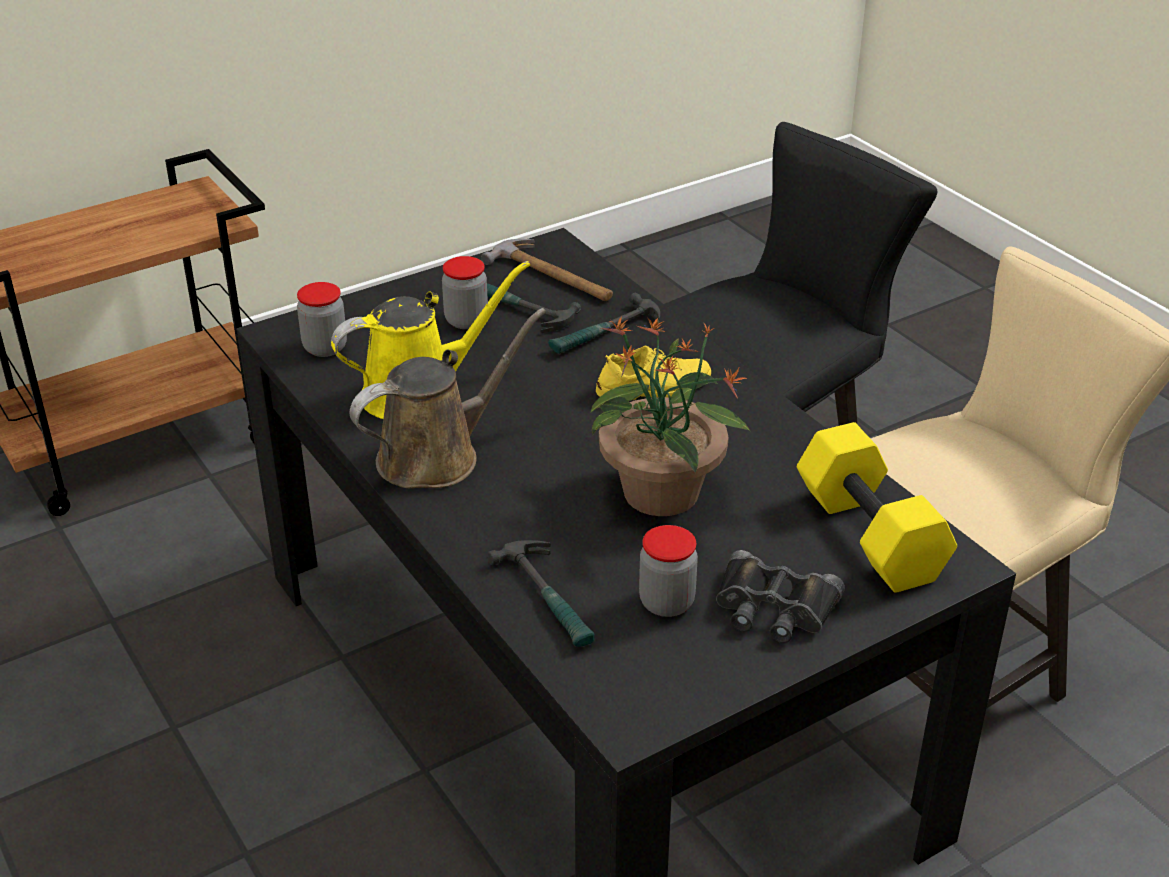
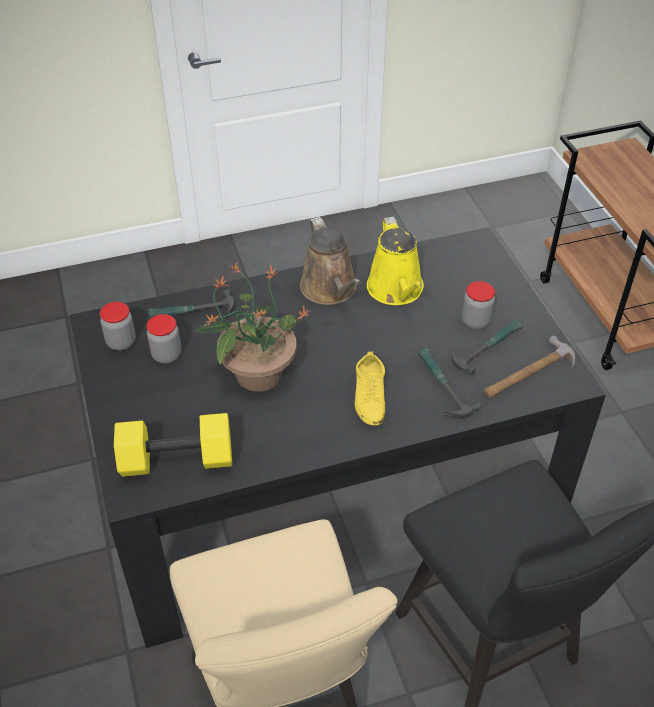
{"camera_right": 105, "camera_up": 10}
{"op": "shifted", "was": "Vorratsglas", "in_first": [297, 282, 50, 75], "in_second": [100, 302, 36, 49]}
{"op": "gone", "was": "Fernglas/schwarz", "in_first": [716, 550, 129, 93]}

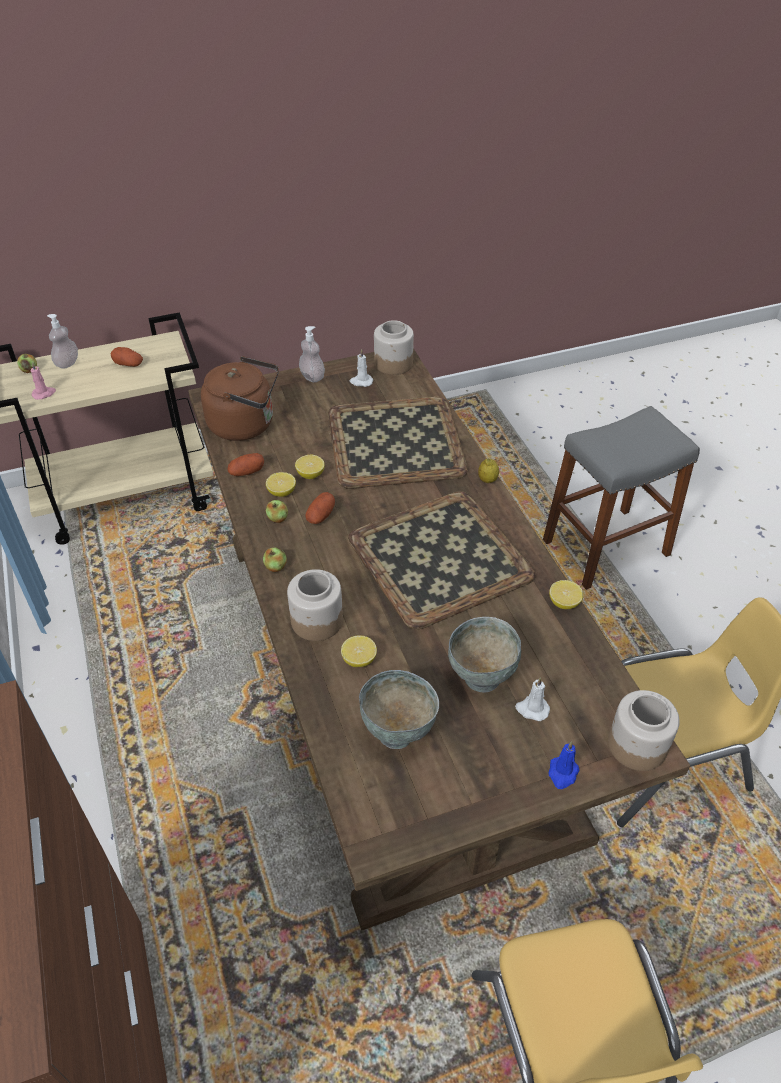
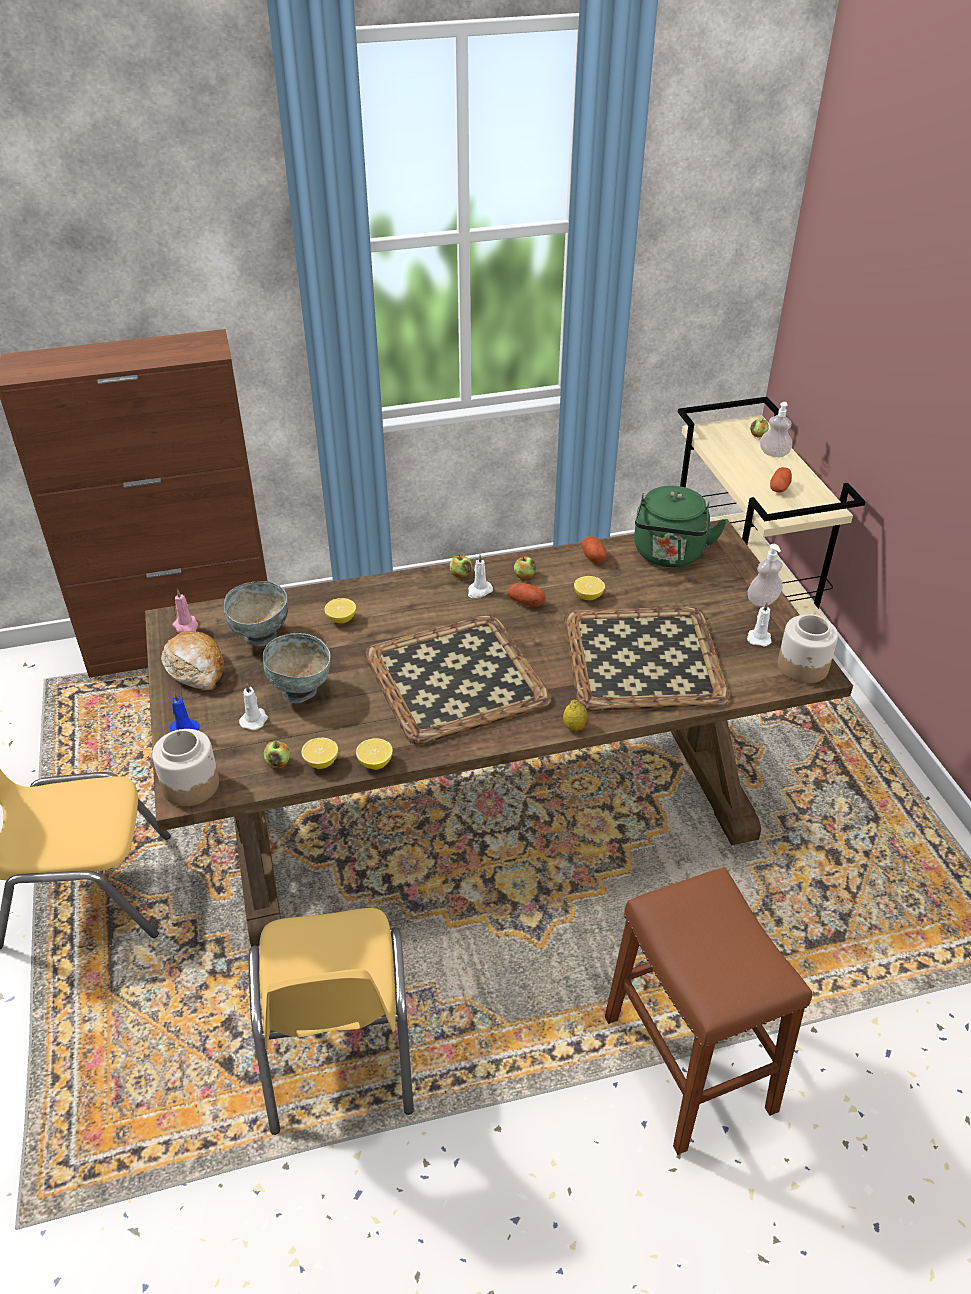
{"camera_right": 95, "camera_up": -5}
{"op": "new", "now": "Brot", "in_second": [161, 631, 63, 59]}
{"op": "shifted", "was": "Kerze/rosa", "in_first": [31, 362, 25, 38], "in_second": [172, 589, 26, 44]}
{"op": "new", "now": "Apfel", "in_second": [264, 741, 26, 27]}
{"op": "shifted", "was": "Zitrone", "in_first": [266, 472, 30, 25], "in_second": [301, 738, 37, 31]}
{"op": "new", "now": "Kerze/weiß", "in_second": [468, 555, 25, 43]}
{"op": "repainted", "was": "Hocker/grau", "now": "Hocker/braun", "in_first": [543, 406, 157, 184], "in_second": [605, 867, 207, 288]}
{"op": "repainted", "was": "Wasserkessel/braun", "now": "Wasserkessel/grün", "in_first": [201, 356, 78, 85], "in_second": [634, 486, 93, 81]}
{"op": "gone", "was": "Vorratsglas", "in_first": [287, 569, 56, 72]}

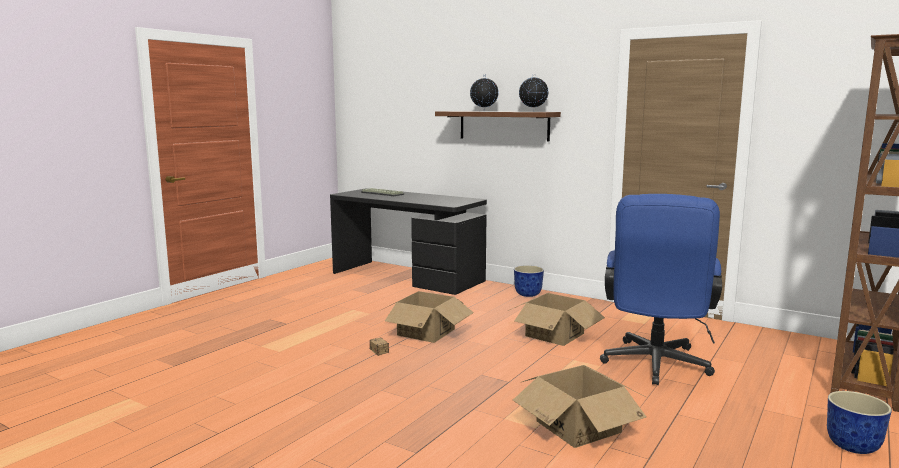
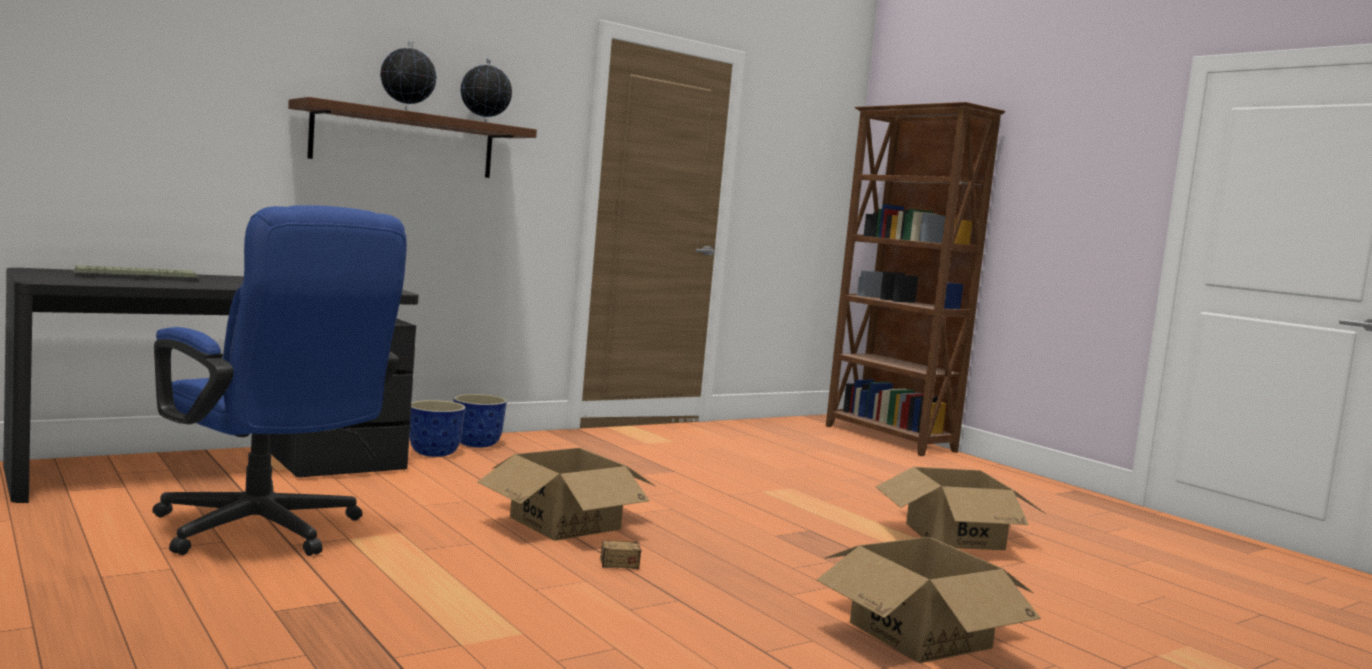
{"camera_right": -70, "camera_up": -5}
{"op": "shifted", "was": "Bürostuhl/blau", "in_first": [600, 194, 122, 191], "in_second": [153, 205, 254, 351]}
{"op": "shifted", "was": "Pflanzkübel", "in_first": [827, 391, 65, 63], "in_second": [409, 400, 56, 57]}
{"op": "shifted", "was": "Karton", "in_first": [508, 293, 97, 53], "in_second": [817, 537, 224, 126]}

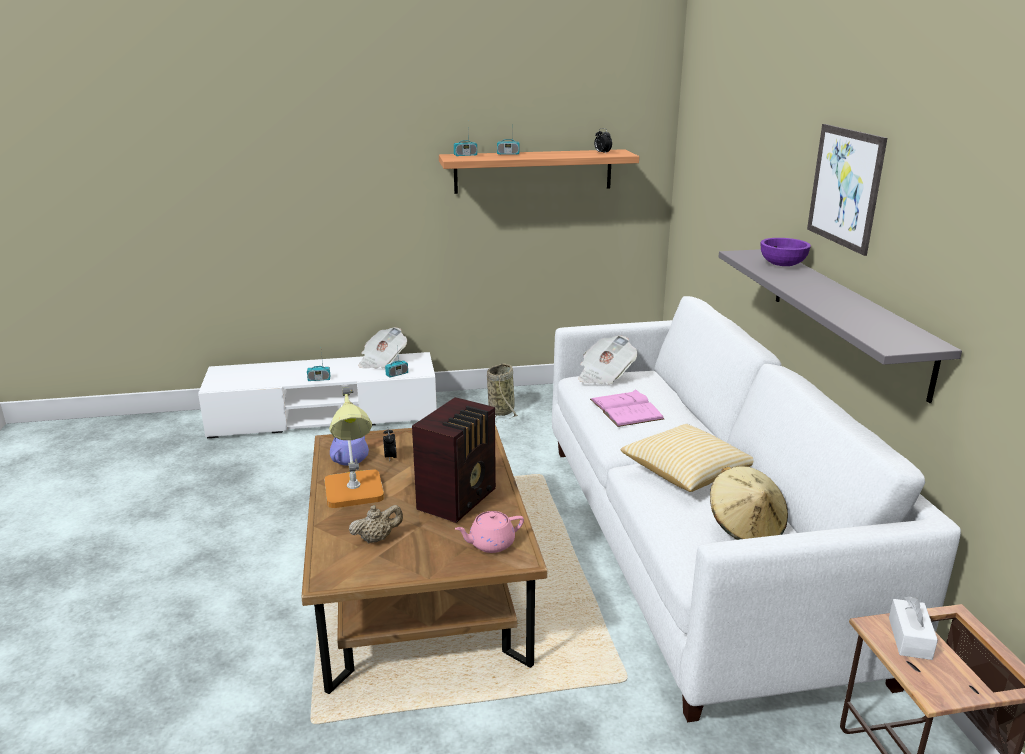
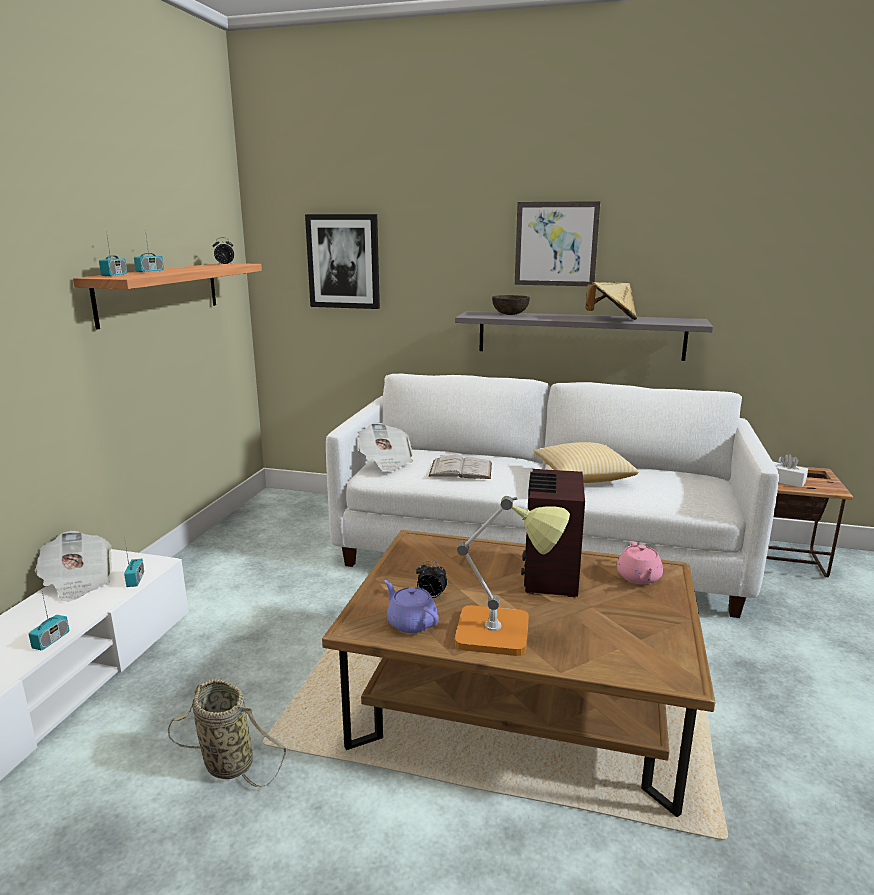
{"camera_right": -65, "camera_up": -5}
{"op": "shifted", "was": "Korb", "in_first": [487, 363, 31, 59], "in_second": [168, 679, 120, 108]}
{"op": "new", "now": "Bild", "in_second": [305, 214, 75, 95]}
{"op": "repainted", "was": "Buch/rosa", "now": "Buch/weiß", "in_first": [590, 389, 74, 38], "in_second": [429, 455, 63, 24]}
{"op": "repainted", "was": "Schüssel/lila", "now": "Schüssel/braun", "in_first": [761, 238, 50, 28], "in_second": [492, 295, 38, 20]}
{"op": "rotated", "was": "Radio", "in_first": [412, 397, 84, 126], "in_second": [521, 469, 64, 128], "clockwise": -135}
{"op": "shifted", "was": "Hut/beige", "in_first": [710, 466, 78, 74], "in_second": [586, 282, 51, 38]}
{"op": "gone", "was": "Teekanne/beige", "in_first": [349, 505, 54, 38]}

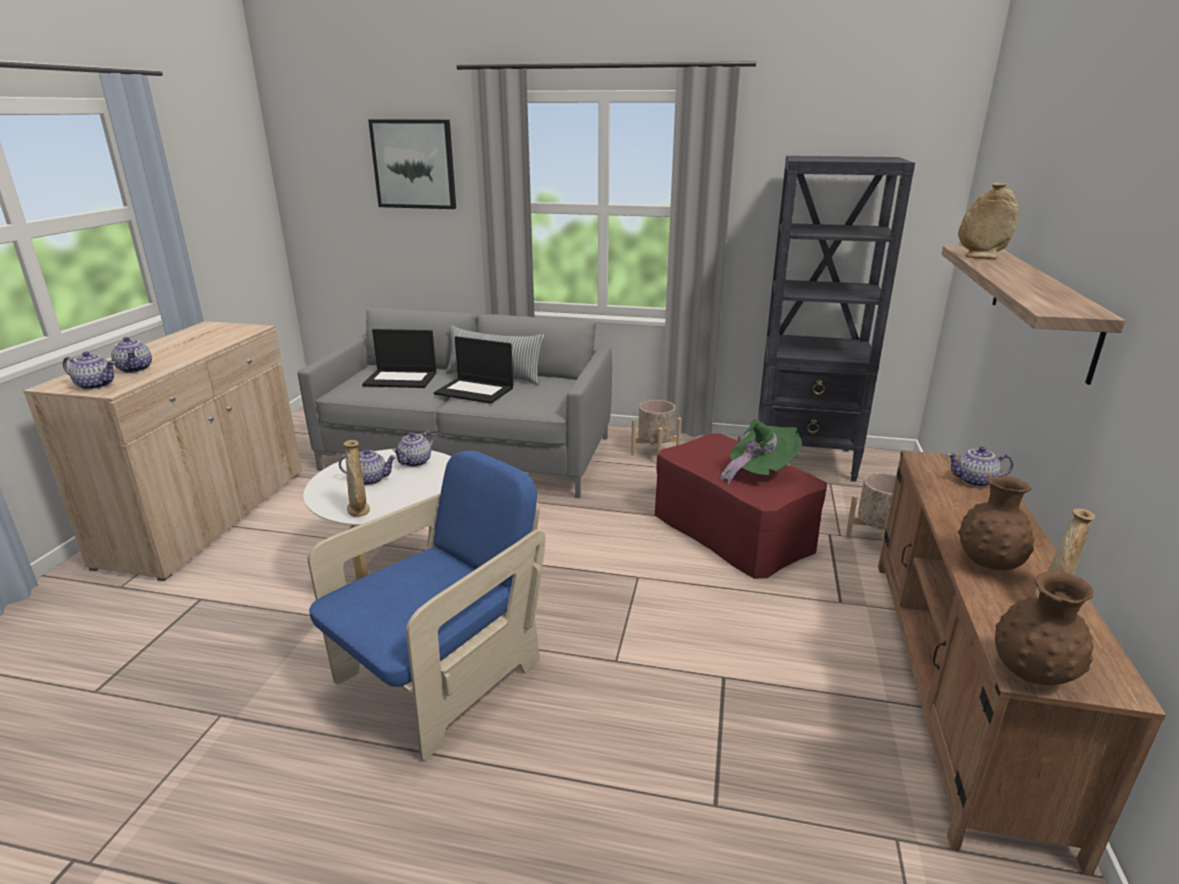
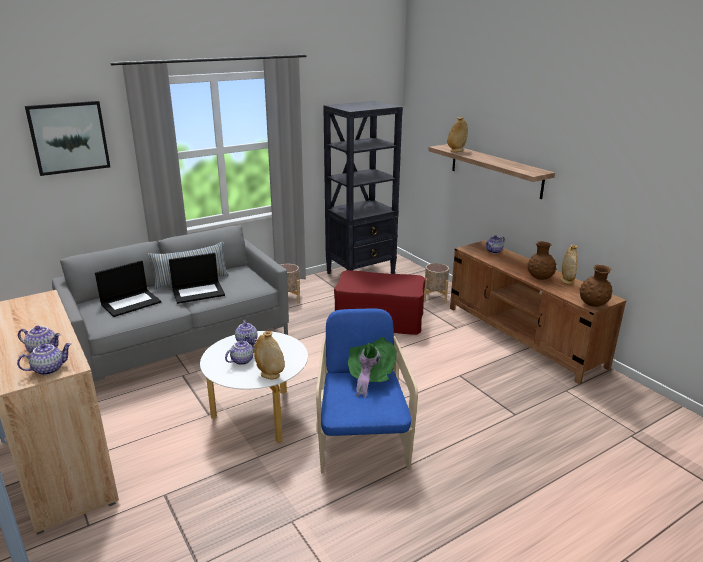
{"camera_right": -45, "camera_up": 0}
{"op": "shifted", "was": "Hut/grün", "in_first": [719, 419, 83, 66], "in_second": [348, 337, 48, 61]}

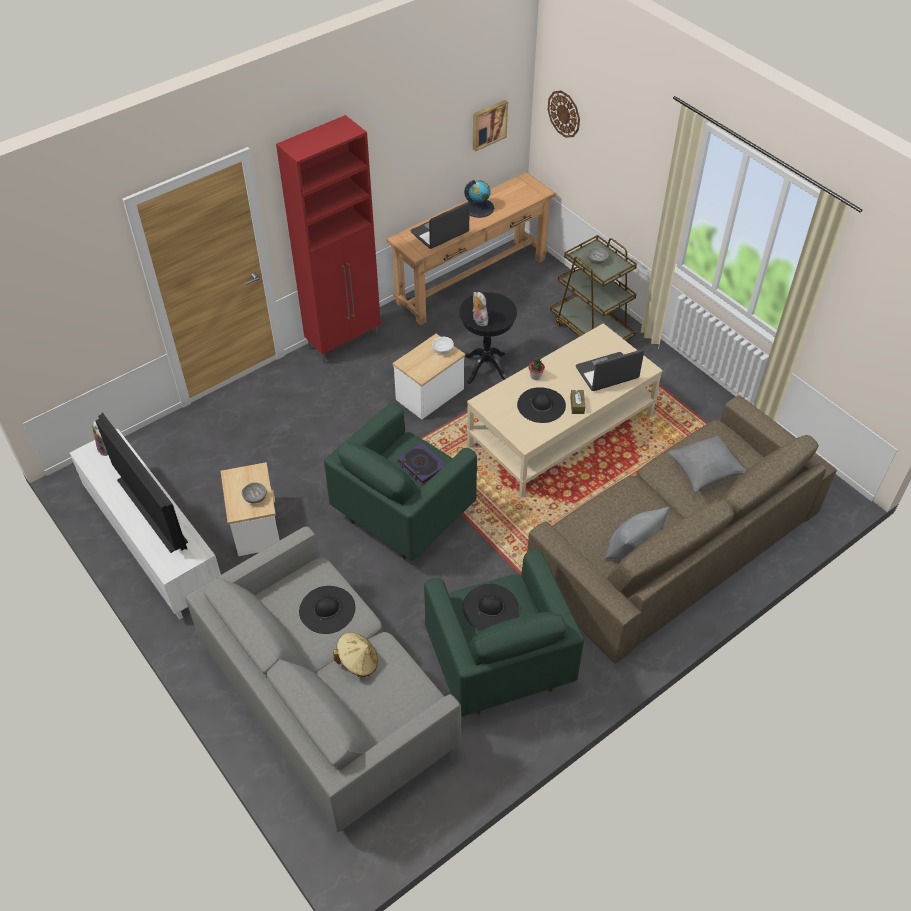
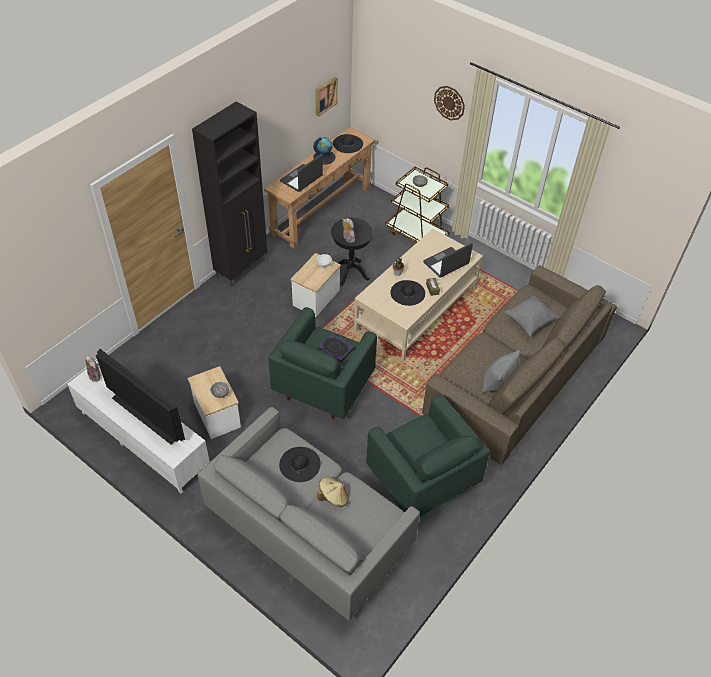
{"camera_right": -15, "camera_up": 0}
{"op": "repainted", "was": "Schrank/rot", "now": "Schrank/schwarz", "in_first": [276, 115, 105, 249], "in_second": [192, 102, 75, 185]}
{"op": "shifted", "was": "Hut/schwarz", "in_first": [463, 584, 56, 47], "in_second": [333, 134, 30, 19]}
{"op": "shifted", "was": "Wanduhr", "in_first": [548, 91, 32, 47], "in_second": [434, 86, 31, 34]}

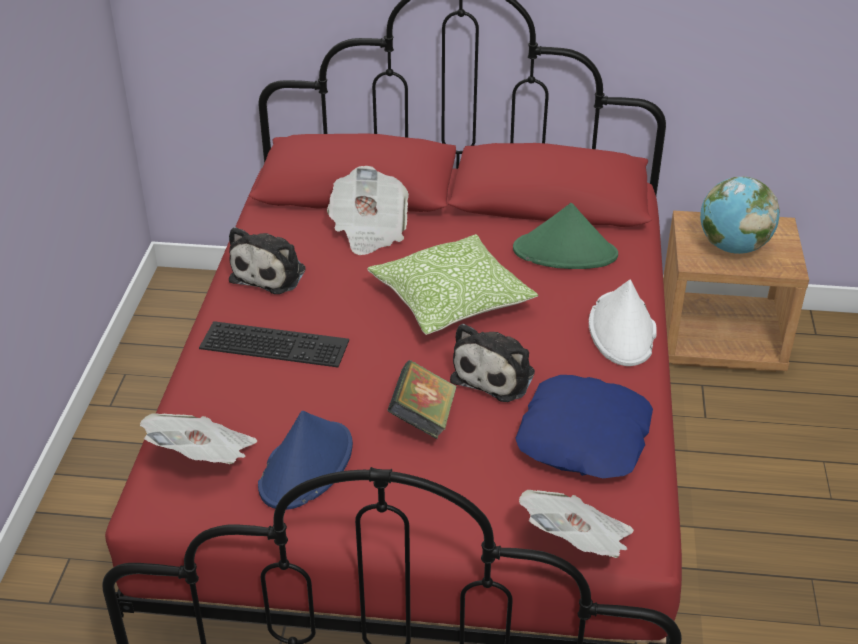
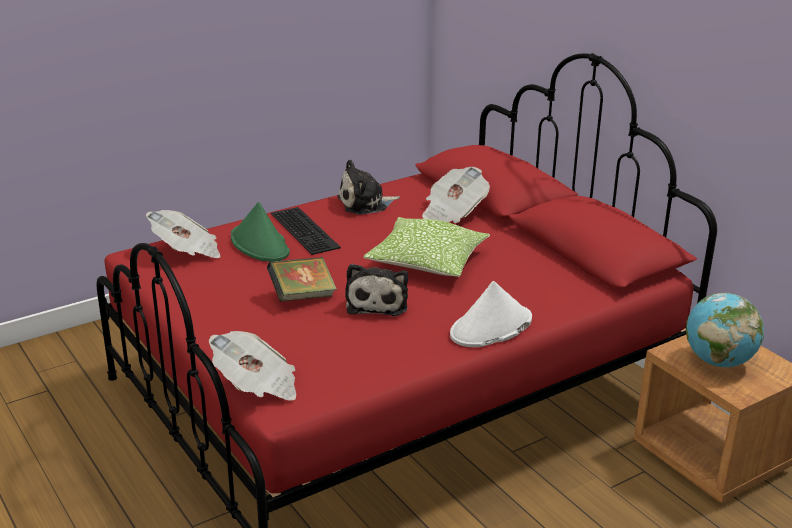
{"camera_right": 50, "camera_up": -10}
{"op": "shifted", "was": "Hut/grün", "in_first": [513, 203, 105, 66], "in_second": [231, 202, 59, 60]}
{"op": "rotated", "was": "Plüschtier", "in_first": [450, 324, 85, 78], "in_second": [345, 264, 63, 52], "clockwise": -75}
{"op": "gone", "was": "Hut/blau", "in_first": [258, 411, 95, 99]}
{"op": "gone", "was": "Kissen/blau", "in_first": [515, 375, 138, 103]}

